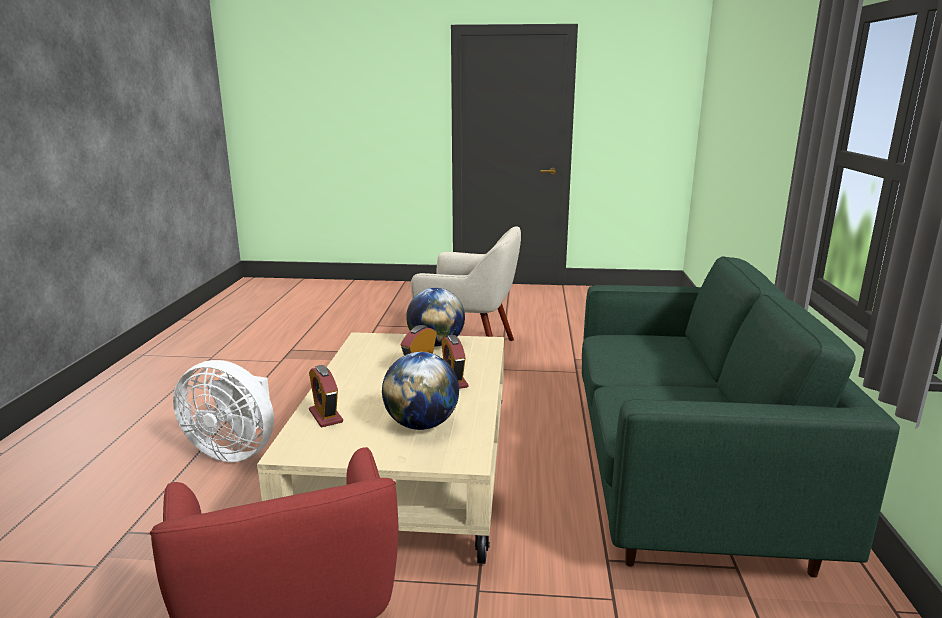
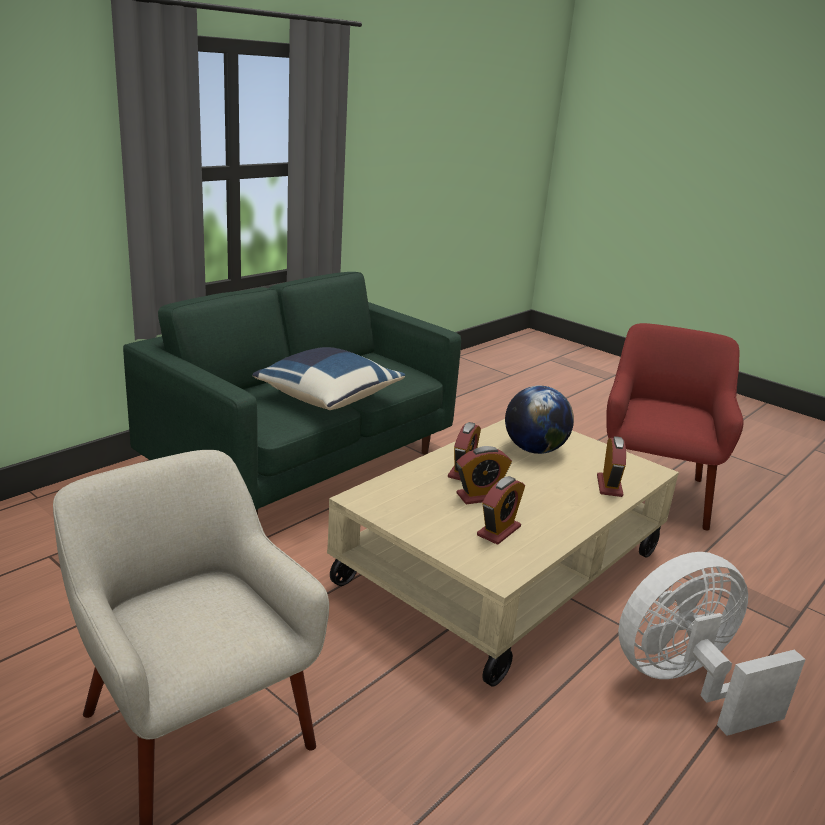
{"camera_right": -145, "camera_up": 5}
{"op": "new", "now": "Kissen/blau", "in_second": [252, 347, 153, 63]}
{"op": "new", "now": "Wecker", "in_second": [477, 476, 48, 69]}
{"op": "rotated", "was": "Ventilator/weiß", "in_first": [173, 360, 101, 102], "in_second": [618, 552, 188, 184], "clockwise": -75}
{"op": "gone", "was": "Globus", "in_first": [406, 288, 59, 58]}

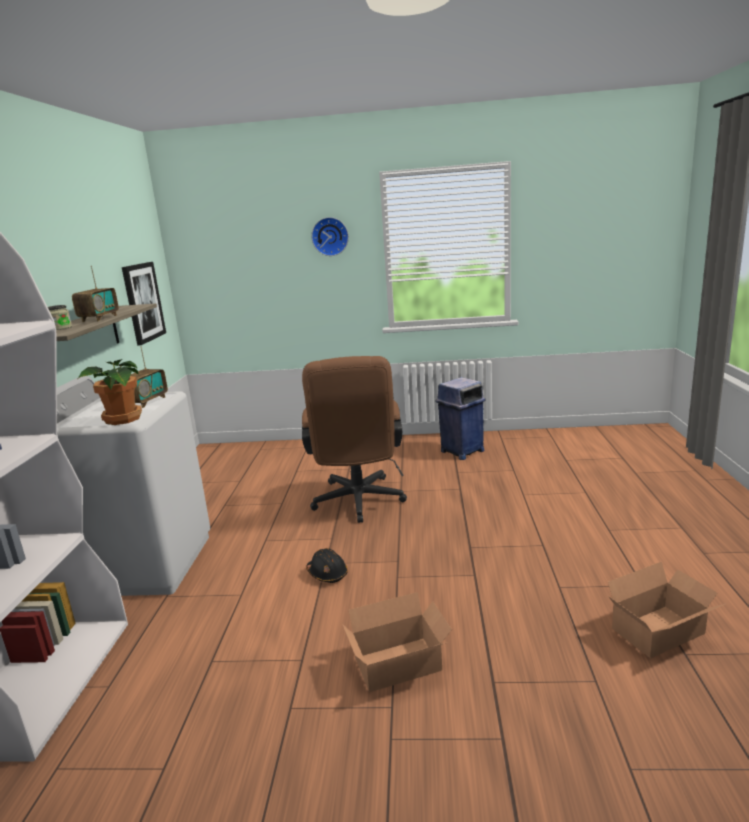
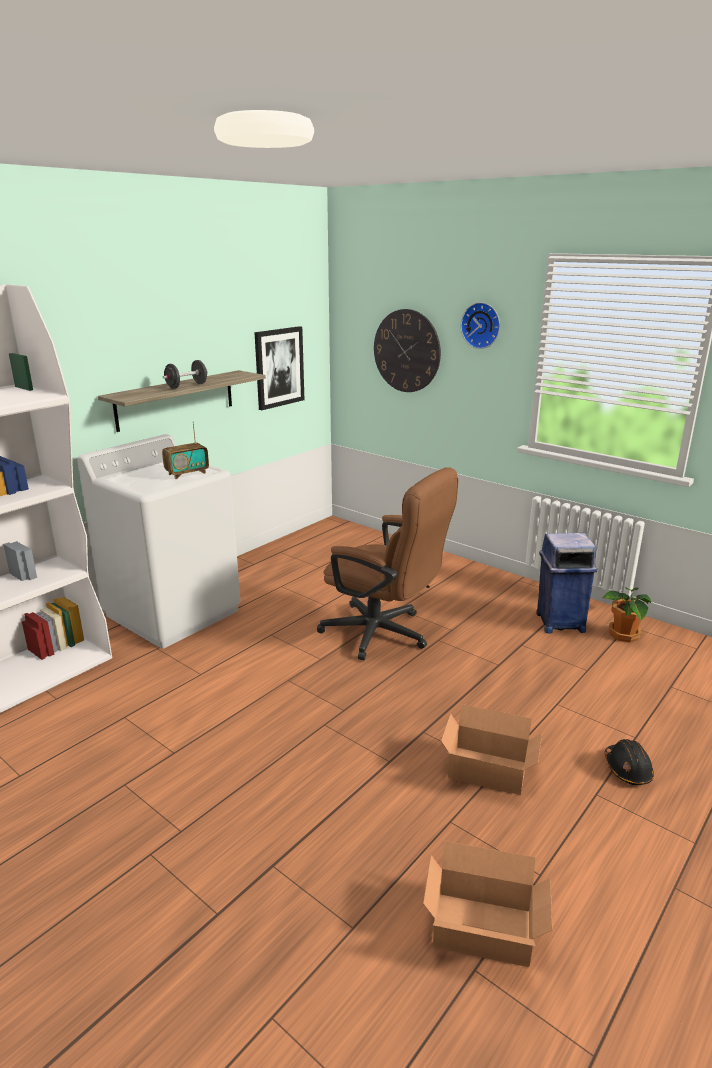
{"camera_right": 35, "camera_up": 5}
{"op": "swapped", "was": "Radio", "now": "Hantel/schwarz", "in_first": [72, 266, 47, 56], "in_second": [163, 360, 45, 28]}
{"op": "rotated", "was": "Bürostuhl/braun", "in_first": [302, 356, 105, 167], "in_second": [317, 467, 141, 193], "clockwise": -90}
{"op": "new", "now": "Wanduhr", "in_second": [374, 309, 67, 83]}
{"op": "shifted", "was": "Karton", "in_first": [342, 592, 110, 100], "in_second": [441, 704, 101, 91]}
{"op": "shifted", "was": "Topfpflanze", "in_first": [78, 359, 64, 66], "in_second": [602, 586, 50, 57]}
{"op": "shifted", "was": "Schutzhelm/schwarz", "in_first": [306, 548, 42, 35], "in_second": [605, 739, 49, 46]}
{"op": "gone", "was": "Vorratsglas", "in_first": [48, 305, 24, 25]}

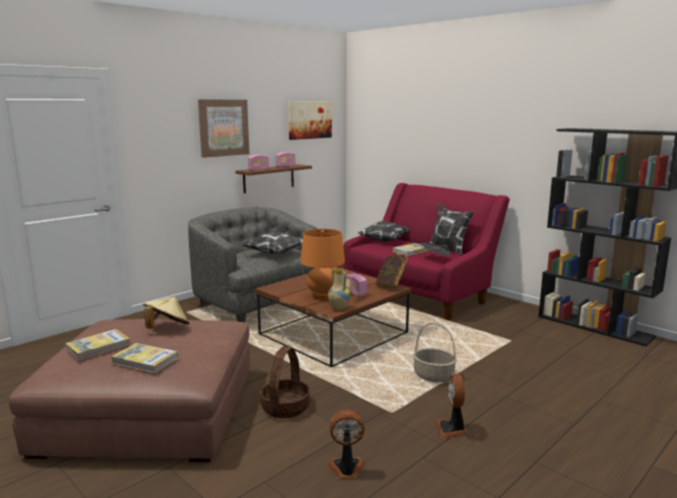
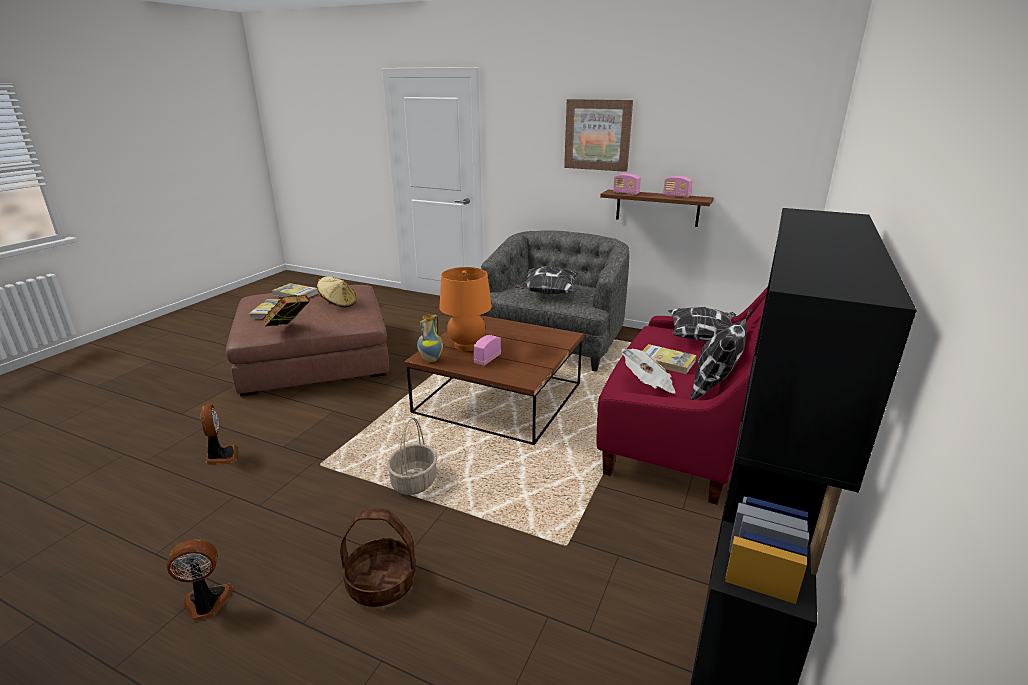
{"camera_right": 70, "camera_up": 10}
{"op": "shifted", "was": "Ventilator", "in_first": [436, 374, 31, 65], "in_second": [167, 540, 67, 81]}
{"op": "shifted", "was": "Buch", "in_first": [375, 253, 34, 35], "in_second": [262, 294, 48, 33]}
{"op": "shifted", "was": "Korb", "in_first": [261, 346, 49, 72], "in_second": [340, 508, 76, 99]}
{"op": "gone", "was": "Bild", "in_first": [288, 101, 44, 39]}

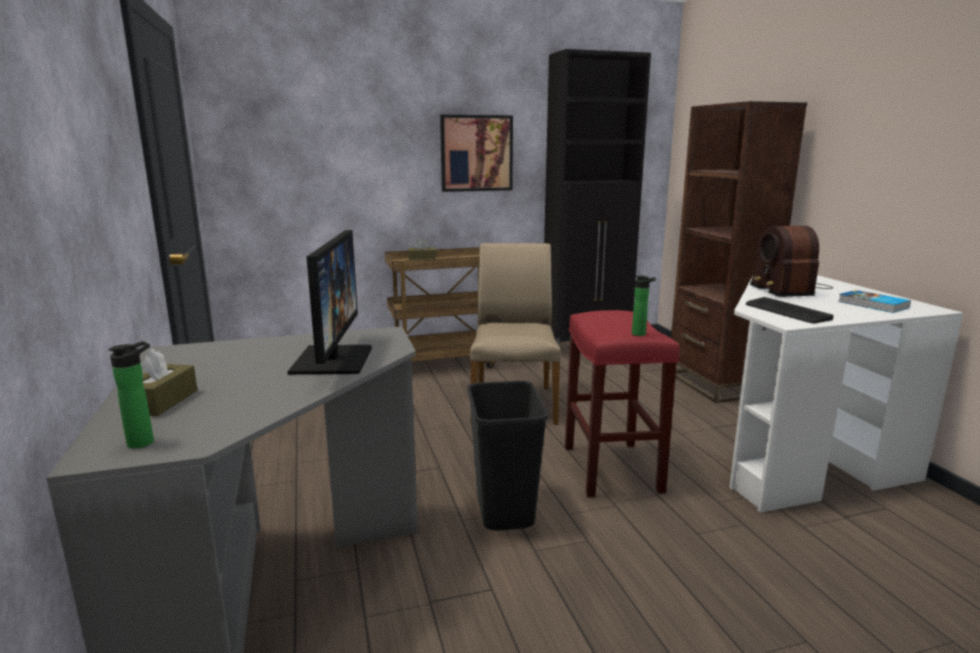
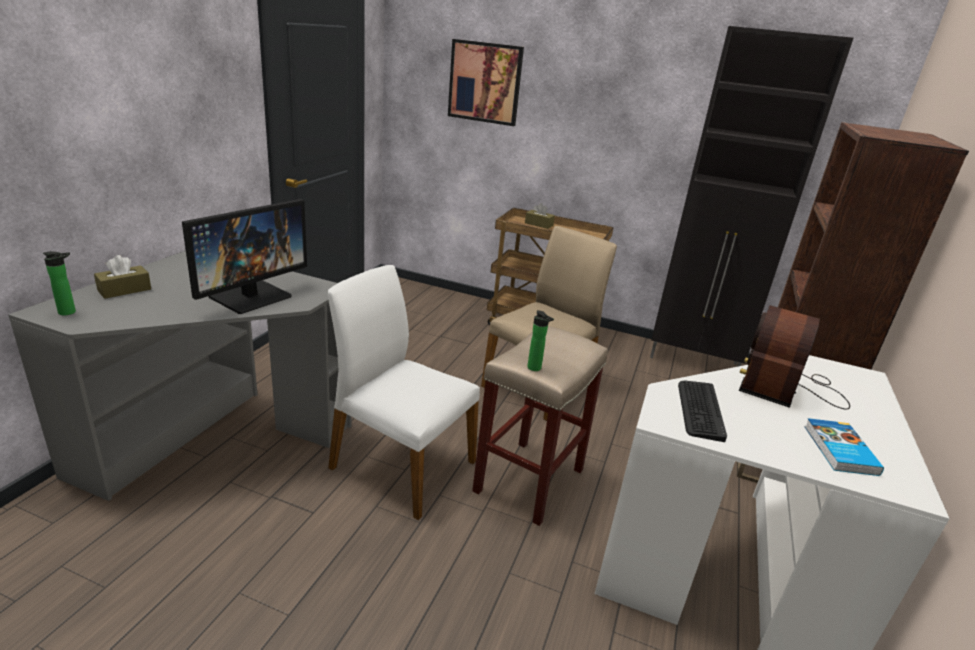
{"camera_right": 35, "camera_up": 10}
{"op": "swapped", "was": "Mülleimer/schwarz", "now": "Stuhl/weiß", "in_first": [467, 381, 81, 150], "in_second": [328, 265, 152, 255]}
{"op": "shifted", "was": "Bild", "in_first": [440, 115, 73, 77], "in_second": [448, 39, 76, 87]}
{"op": "repainted", "was": "Hocker/rot", "now": "Hocker/beige", "in_first": [565, 310, 115, 187], "in_second": [472, 326, 136, 200]}

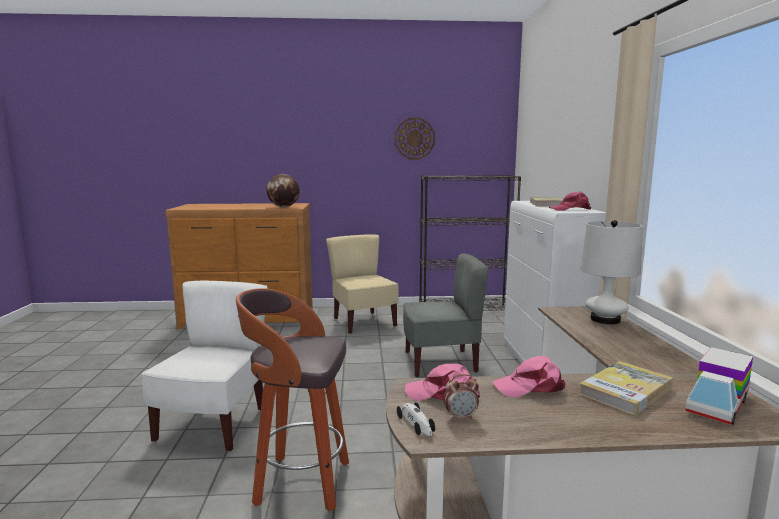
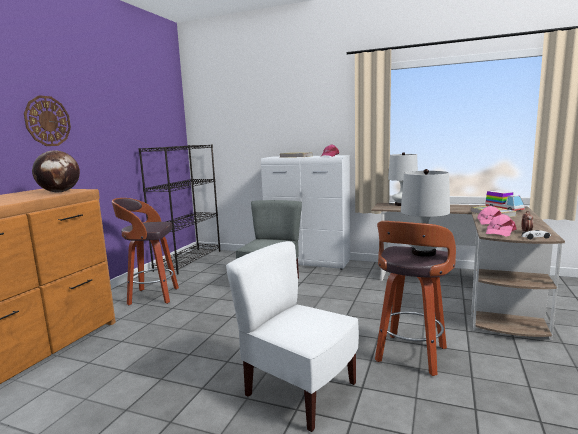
{"camera_right": -65, "camera_up": 0}
{"op": "shifted", "was": "Wanduhr", "in_first": [395, 118, 40, 41], "in_second": [24, 95, 47, 51]}
{"op": "swapped", "was": "Stuhl/beige", "now": "Hocker", "in_first": [326, 234, 73, 100], "in_second": [112, 198, 67, 107]}
{"op": "new", "now": "Tischlampe/weiß", "in_second": [401, 169, 49, 88]}

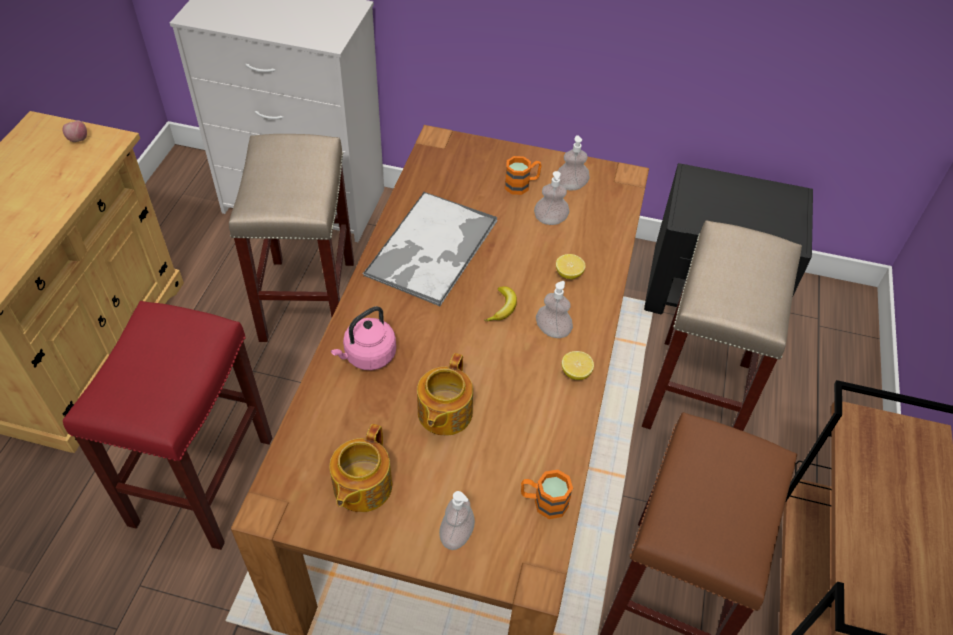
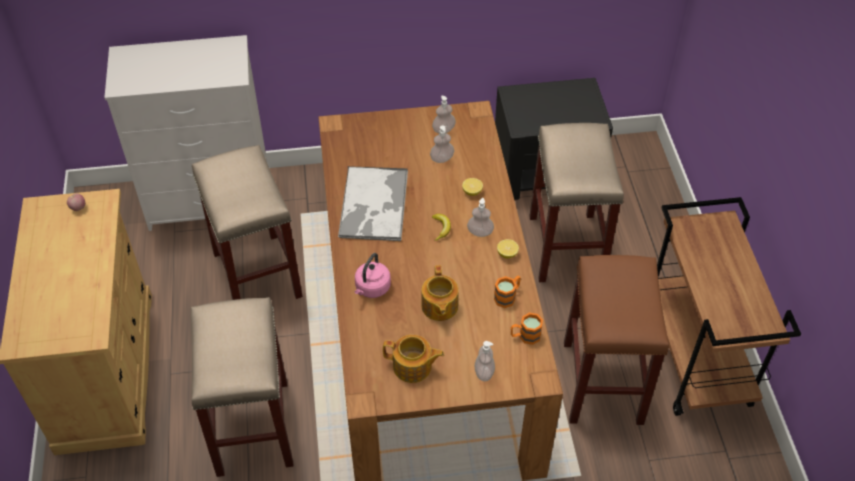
{"camera_right": -20, "camera_up": 0}
{"op": "repainted", "was": "Hocker/rot", "now": "Hocker/beige", "in_first": [63, 301, 209, 249], "in_second": [191, 297, 103, 180]}
{"op": "rotated", "was": "Teekanne", "in_first": [329, 424, 63, 88], "in_second": [383, 335, 61, 48], "clockwise": -75}
{"op": "shifted", "was": "Henkelbecher/orange", "in_first": [505, 156, 36, 39], "in_second": [494, 276, 27, 32]}

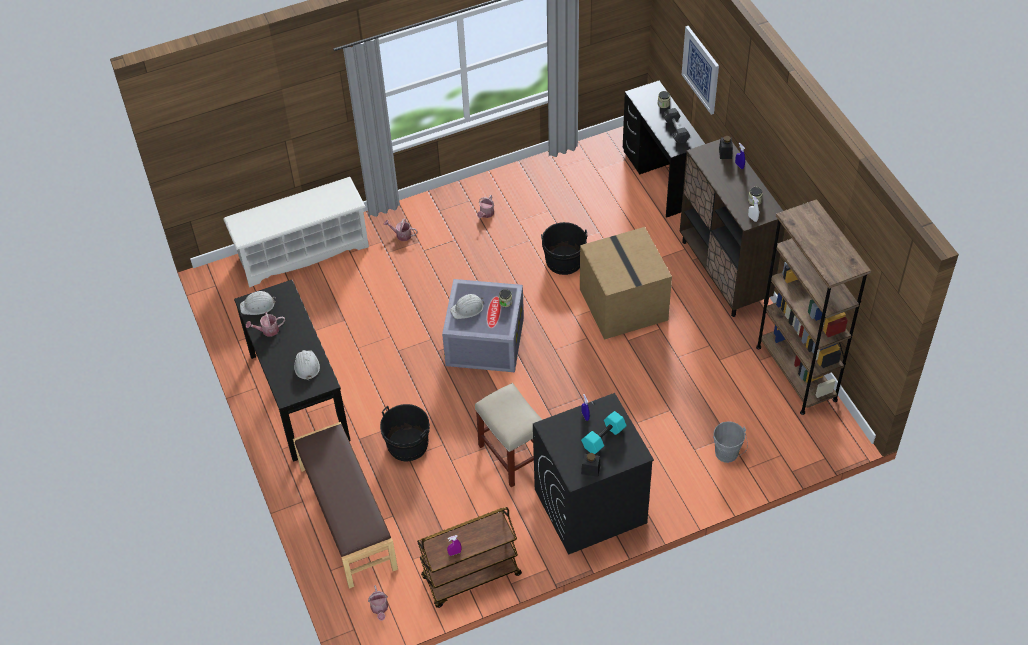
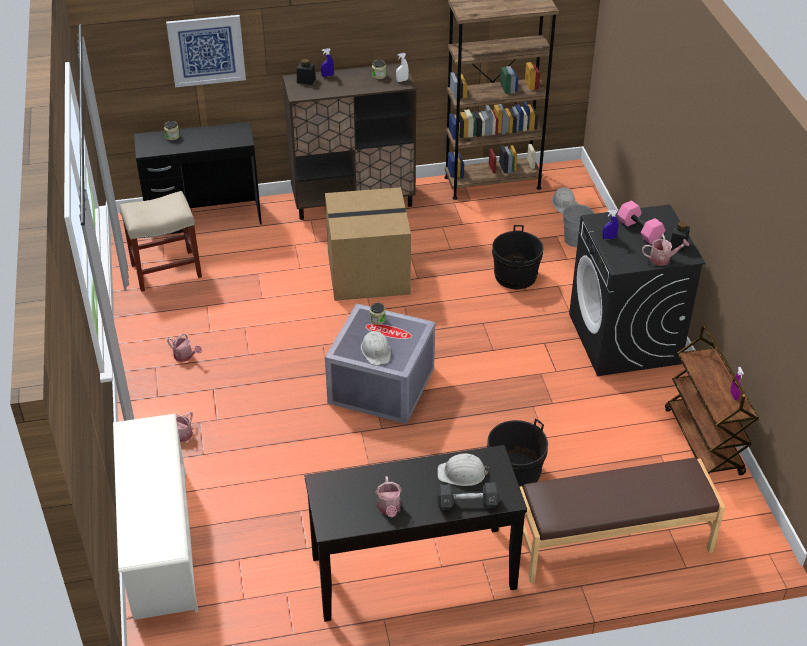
{"camera_right": -80, "camera_up": -10}
{"op": "shifted", "was": "Hocker/beige", "in_first": [475, 383, 68, 104], "in_second": [119, 191, 83, 101]}
{"op": "shifted", "was": "Hantel/schwarz", "in_first": [663, 108, 27, 36], "in_second": [437, 482, 62, 28]}
{"op": "shifted", "was": "Eimer/schwarz", "in_first": [541, 222, 46, 53], "in_second": [492, 225, 52, 64]}
{"op": "shifted", "was": "Schutzhelm/weiß", "in_first": [240, 291, 36, 24], "in_second": [552, 187, 23, 26]}
{"op": "repainted", "was": "Hantel/türkis", "now": "Hantel/rosa", "in_first": [581, 411, 46, 43], "in_second": [617, 200, 48, 44]}
{"op": "shifted", "was": "Gießkanne", "in_first": [368, 585, 20, 36], "in_second": [642, 234, 47, 32]}

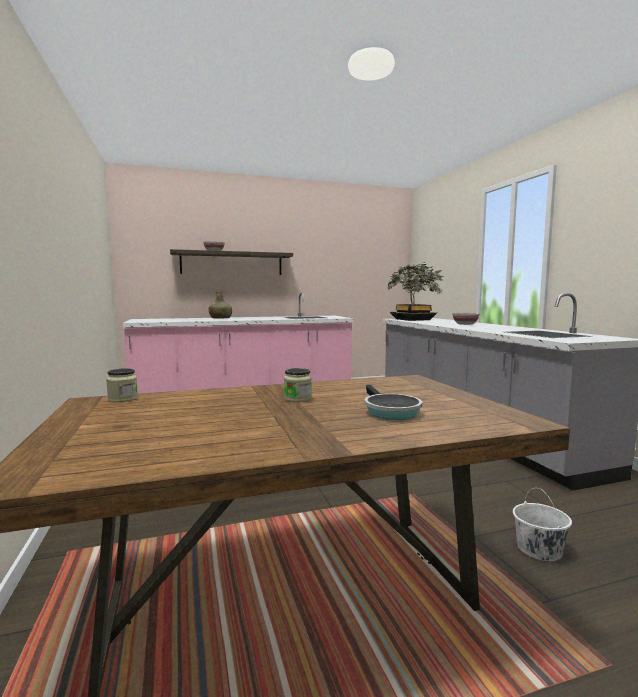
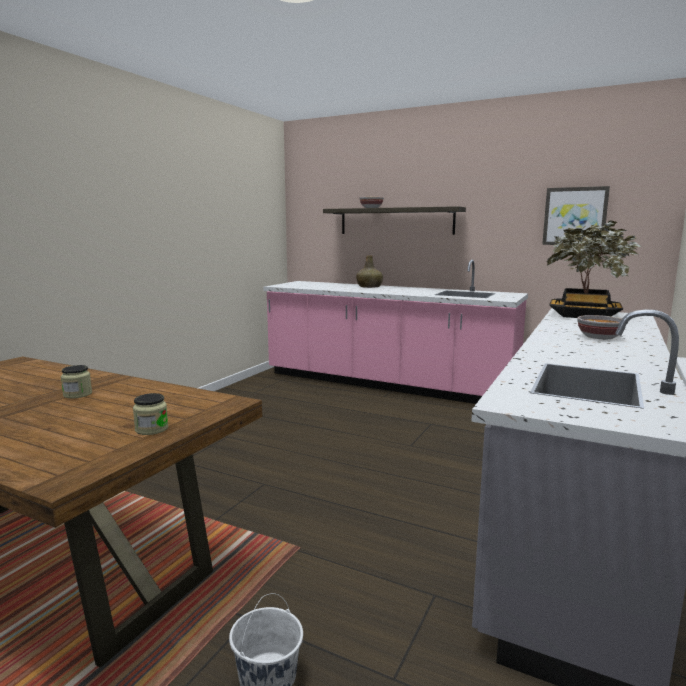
{"camera_right": 45, "camera_up": 5}
{"op": "shifted", "was": "Vorratsglas", "in_first": [106, 368, 32, 35], "in_second": [133, 393, 35, 42]}
{"op": "new", "now": "Bild", "in_second": [542, 186, 68, 59]}
{"op": "gone", "was": "Pfanne", "in_first": [365, 385, 57, 35]}

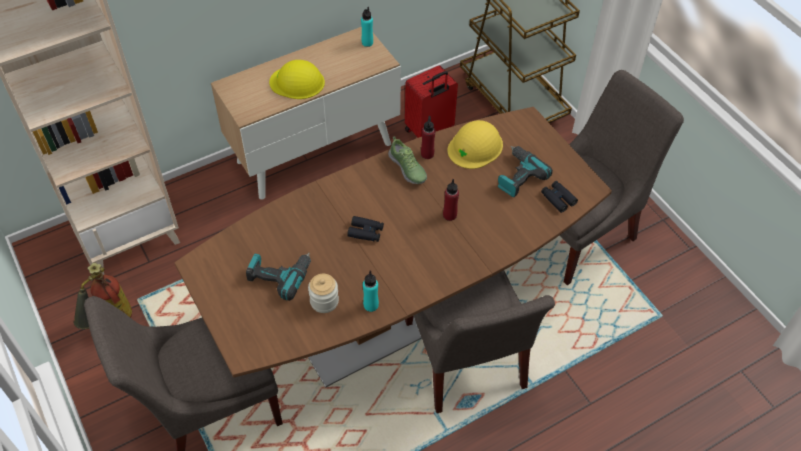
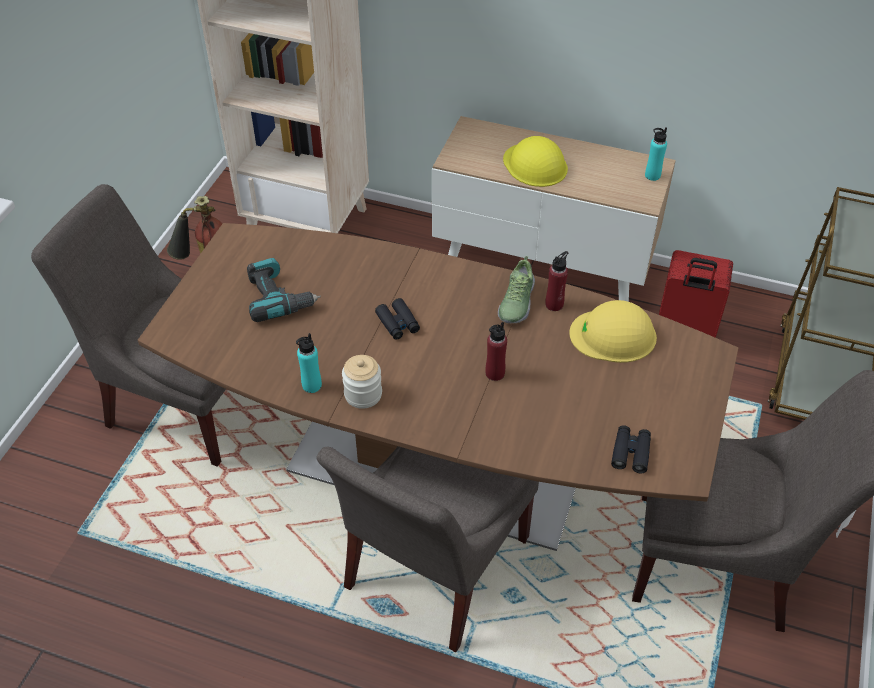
{"camera_right": 50, "camera_up": -5}
{"op": "shifted", "was": "Vorratsglas", "in_first": [308, 274, 31, 39], "in_second": [342, 355, 40, 54]}
{"op": "gone", "was": "Bohrmaschine", "in_first": [498, 146, 55, 51]}

